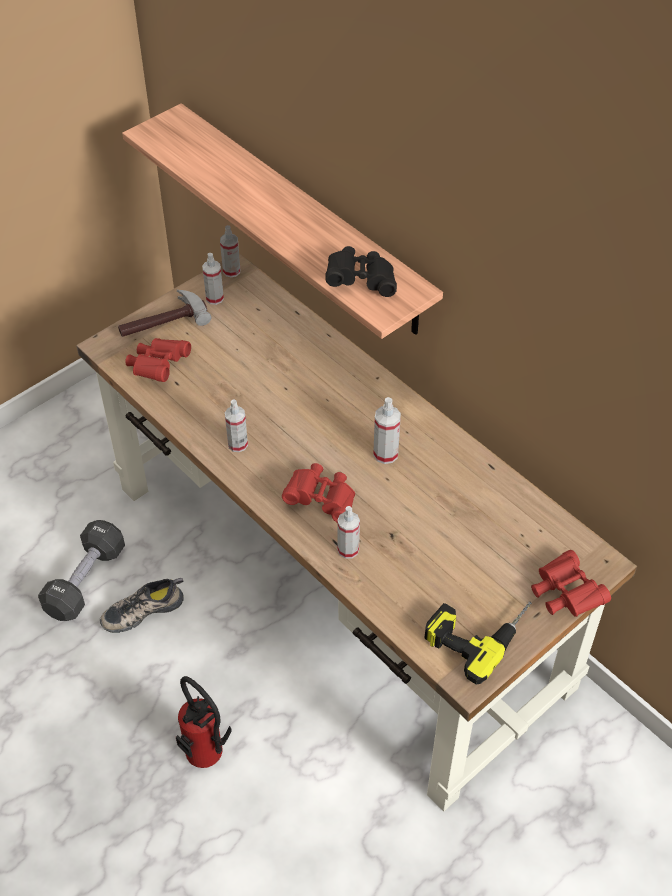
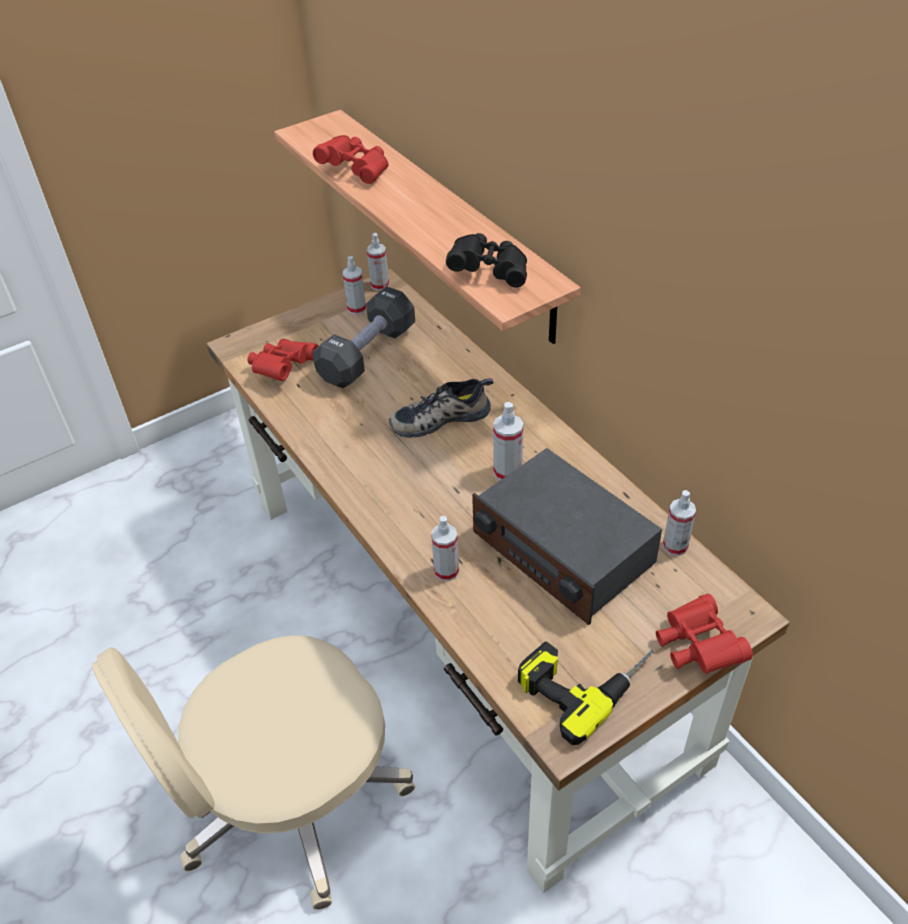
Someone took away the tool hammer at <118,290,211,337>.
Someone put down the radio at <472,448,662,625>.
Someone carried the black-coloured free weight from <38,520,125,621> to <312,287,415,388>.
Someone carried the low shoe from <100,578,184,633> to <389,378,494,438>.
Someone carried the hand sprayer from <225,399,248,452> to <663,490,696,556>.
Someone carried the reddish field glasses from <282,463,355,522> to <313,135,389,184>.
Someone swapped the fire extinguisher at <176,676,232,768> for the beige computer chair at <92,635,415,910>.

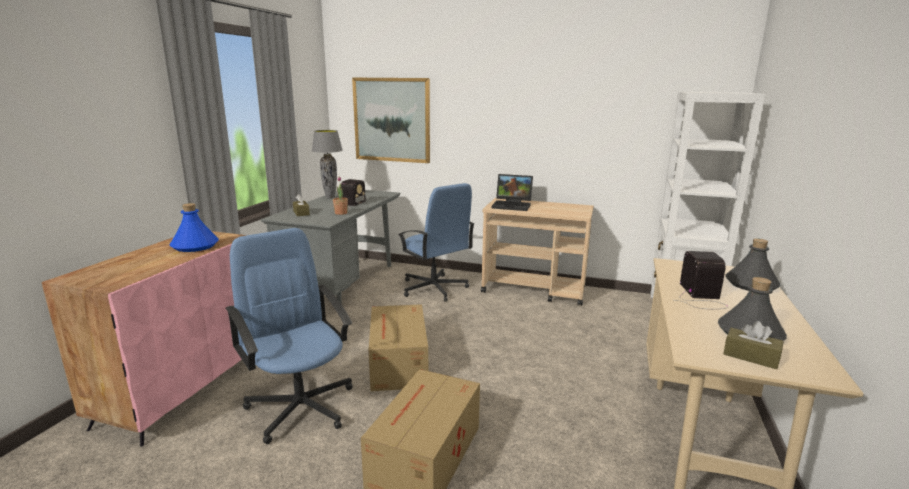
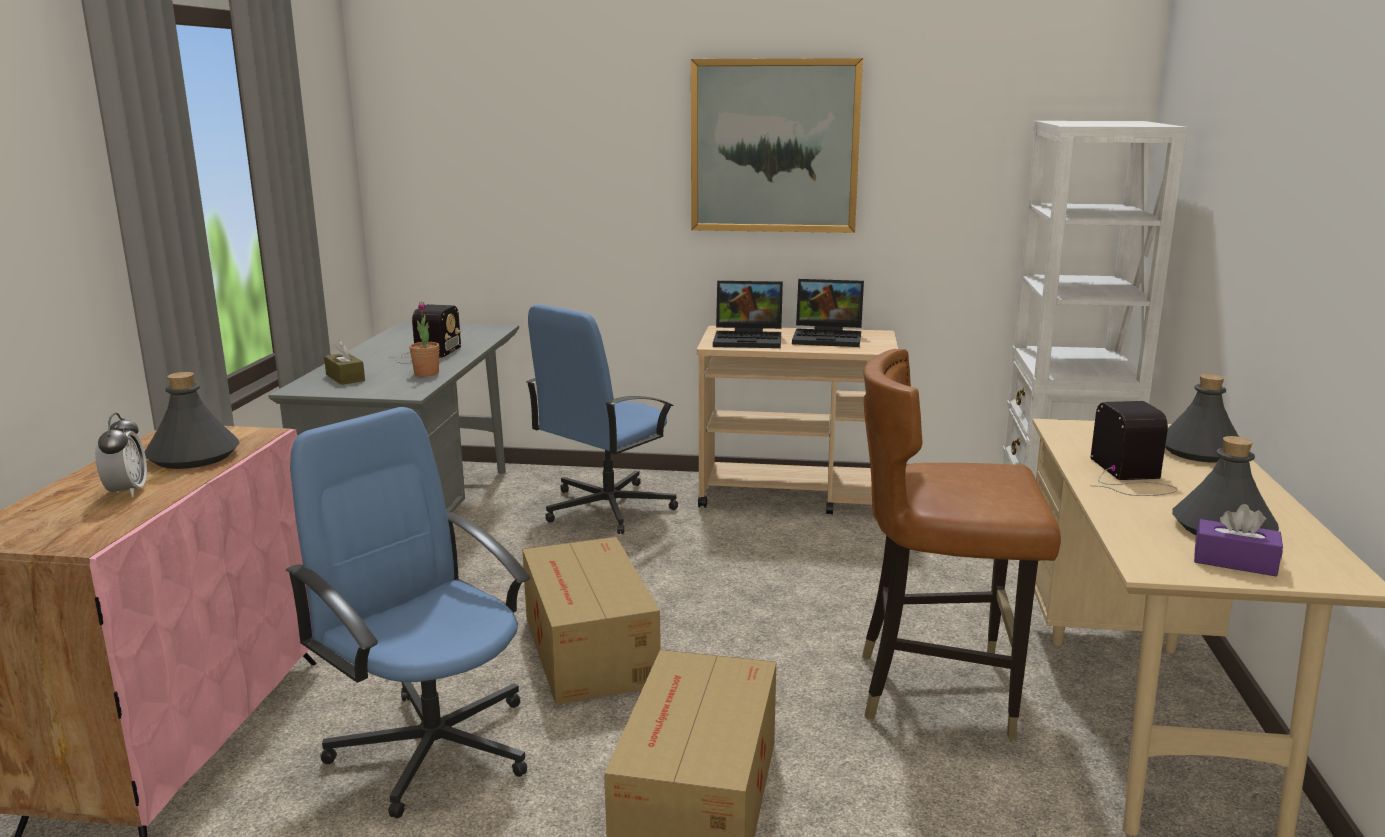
Someone took away the gray table lamp at <312,130,343,198>.
Someone put down the bedside clock at <95,413,147,497>.
Someone put down the notebook computer at <792,279,864,347>.
Someone put down the brown chair at <862,349,1061,740>.
Someone carried the picture from <352,78,430,163> to <691,58,863,233>.
Someone repainted the blue drink bottle at <169,203,219,252>, which became the gray drink bottle at <144,372,239,469>.
Someone repainted the brown tissue holder at <723,321,784,369>, which became the purple-coloured tissue holder at <1194,504,1283,576>.
Someone rotated the blue computer chair at <398,183,475,301> by 90 degrees clockwise.

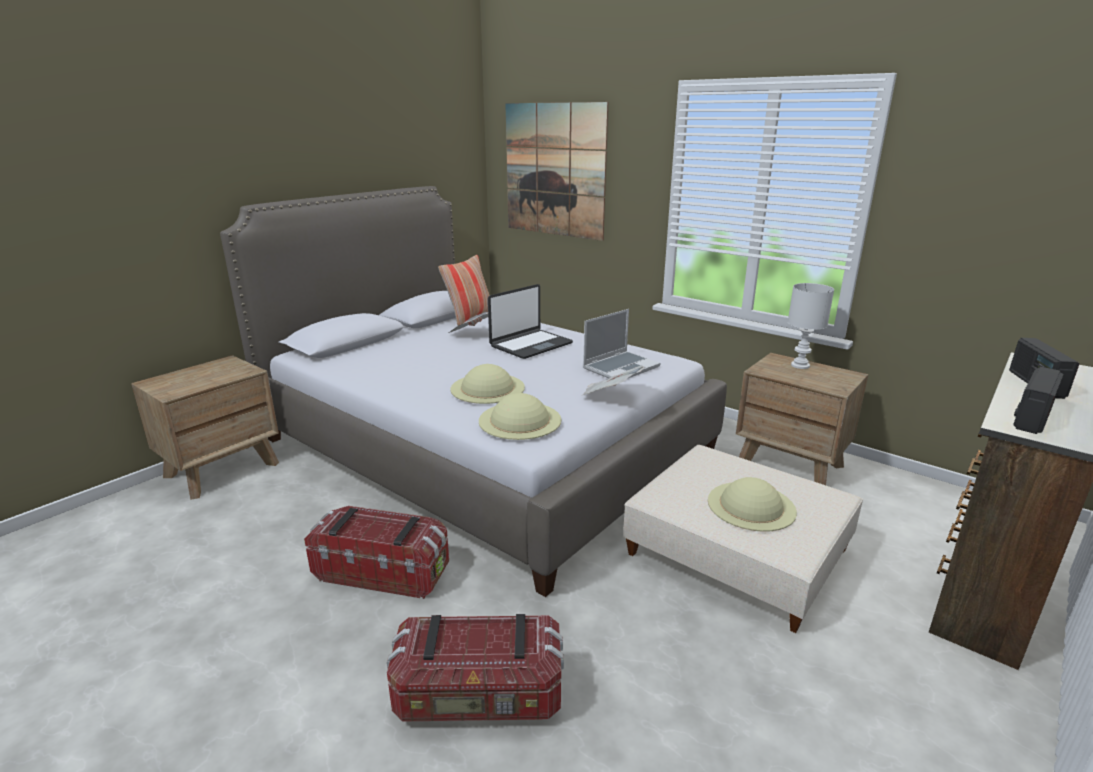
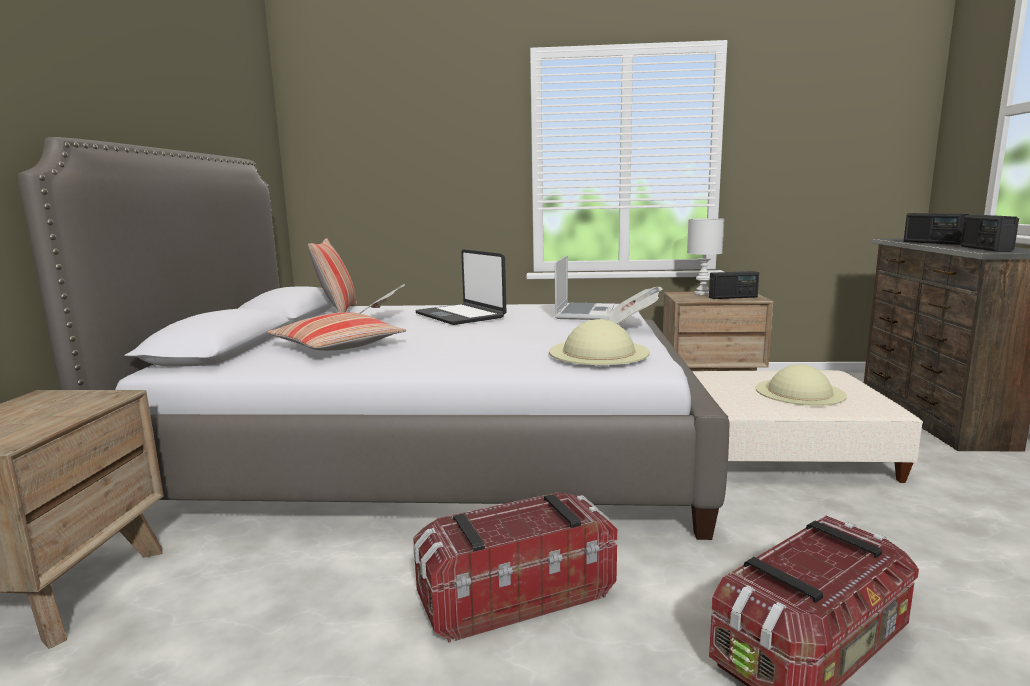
Someone took away the beige wearable hat at <451,364,525,404>.
Someone took away the picture at <505,102,608,241>.
Someone put down the pillow at <267,312,406,351>.
Someone put down the radio at <709,271,759,299>.
Someone rotated the notebook computer at <488,284,573,359> by 135 degrees clockwise.

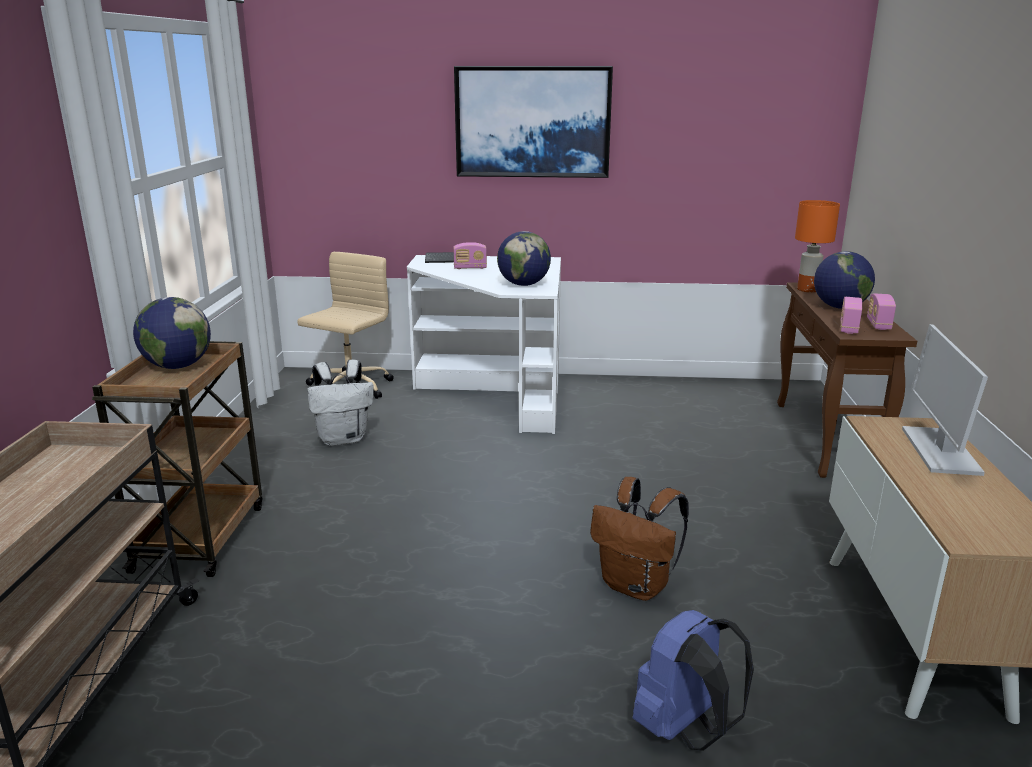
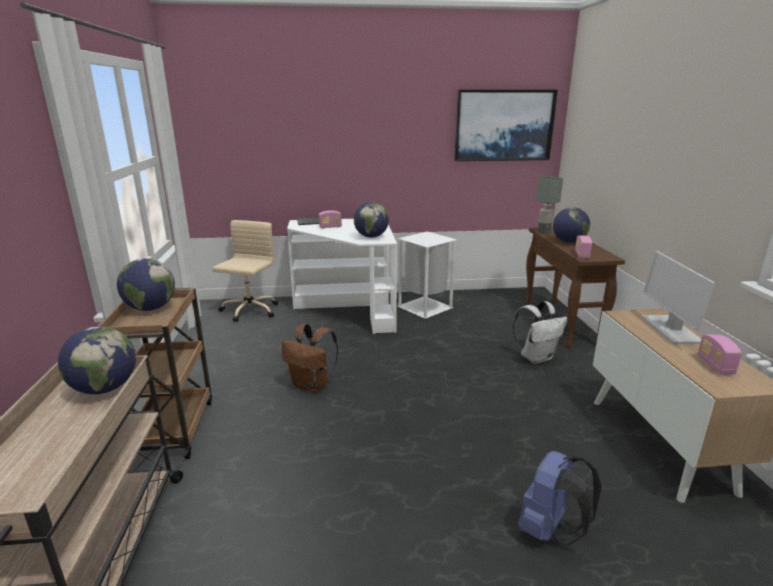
Someone put down the world globe at <58,326,136,394>.
Someone put down the white rubbish bin at <397,232,457,319>.
Someone carried the white knapsack from <308,359,374,446> to <513,301,567,364>.
Someone carried the picture from <454,66,613,178> to <454,89,558,161>.
Someone carried the brown knapsack from <590,477,689,601> to <282,323,338,392>.
Someone carried the radio from <867,294,896,330> to <698,334,742,374>.
Someone repainted the orange-coloured table lamp at <795,200,840,292>, which became the gray table lamp at <536,176,563,234>.

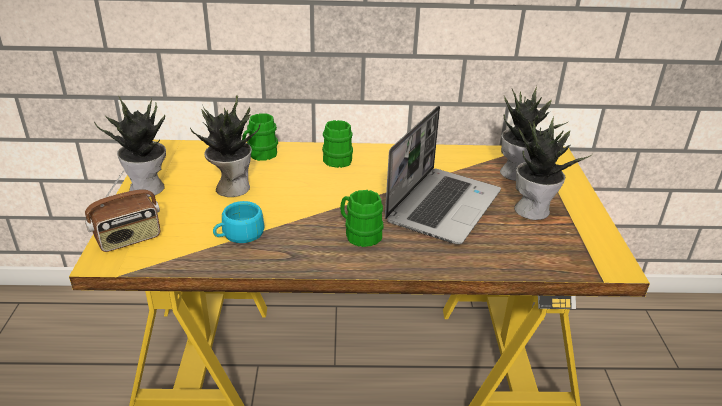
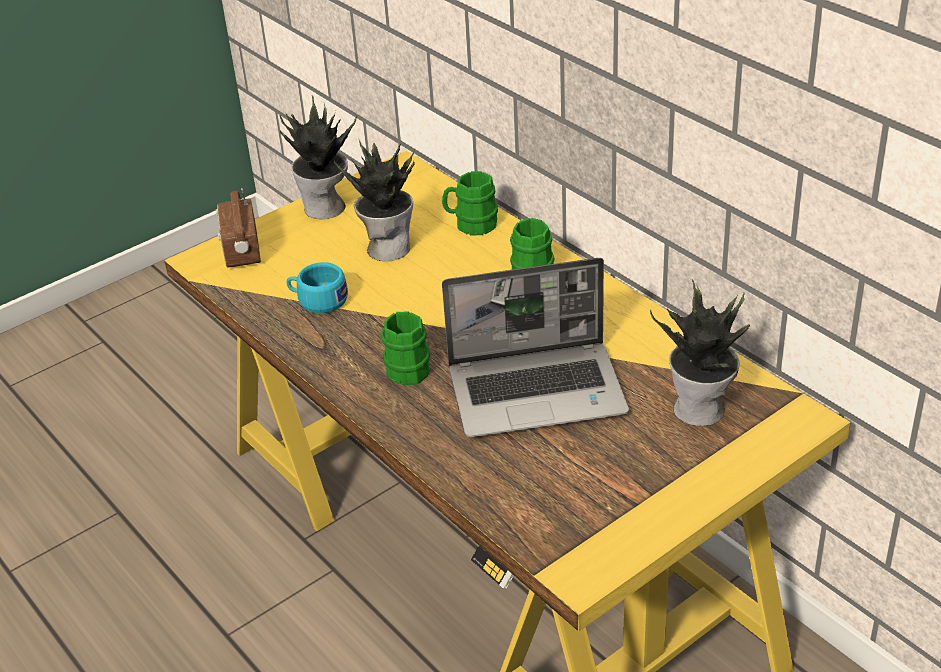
Someone took away the houseplant at <514,117,591,220>.
Someone rotated the radio at <85,170,160,252> by 60 degrees clockwise.

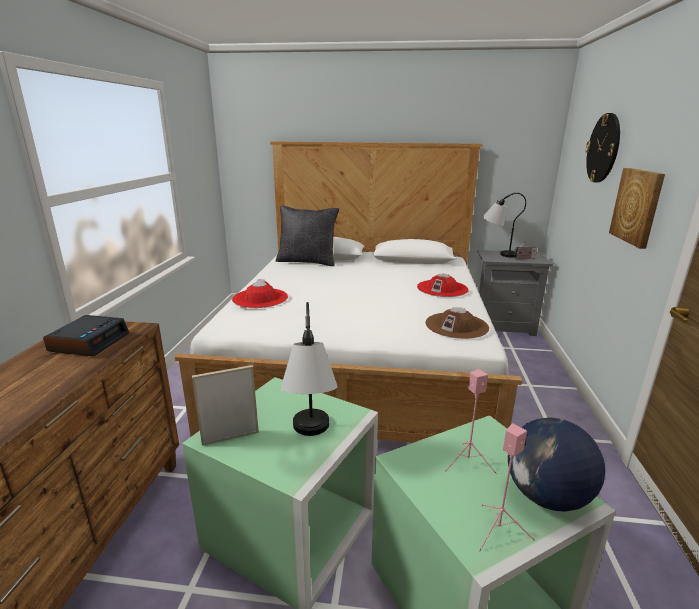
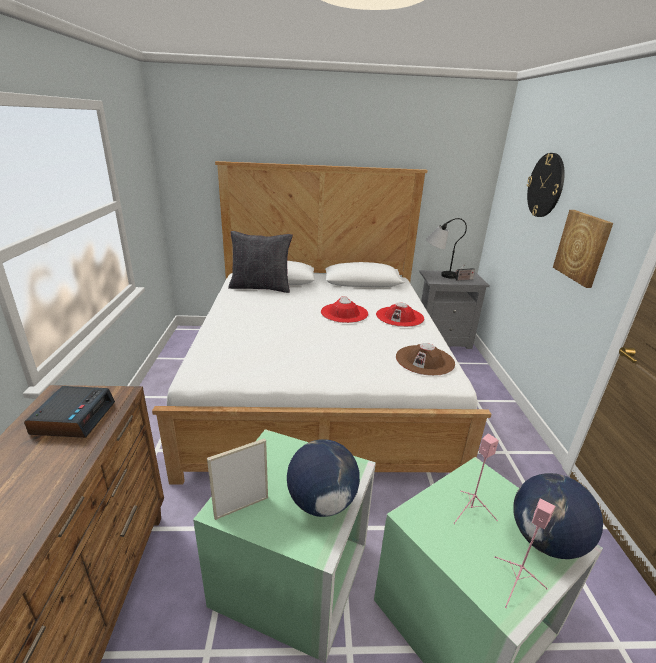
Someone carried the reddish wearable hat from <232,279,288,308> to <321,296,368,323>.
Someone swapped the table lamp at <280,302,338,436> for the world globe at <287,439,360,517>.

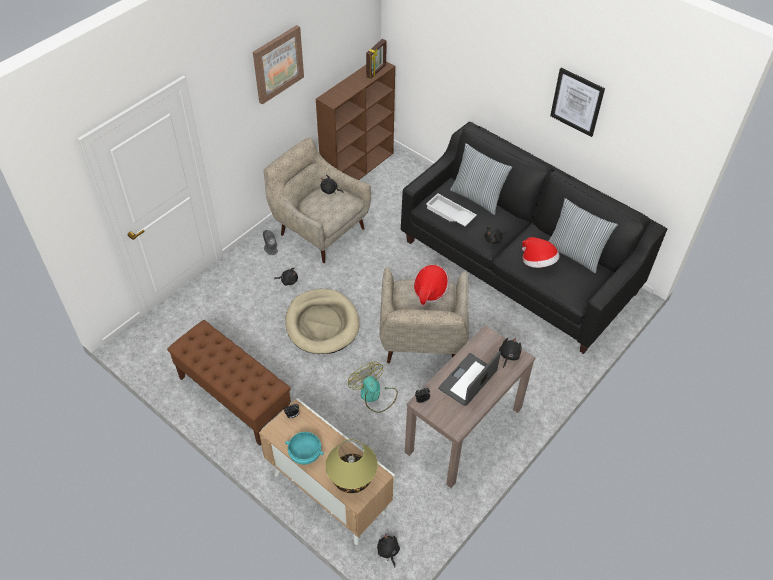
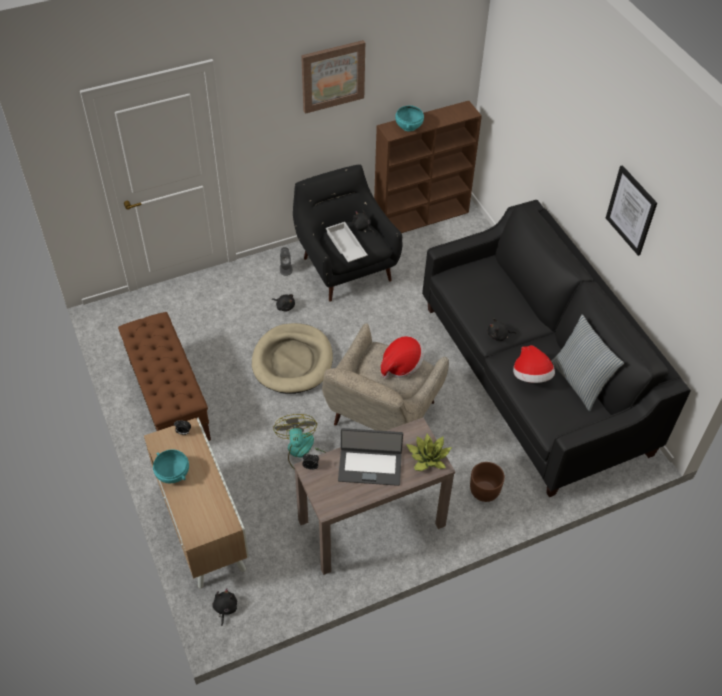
Someone took away the table lamp at <325,439,378,493>.
Someone took away the picture frame at <366,39,387,79>.
Someone took away the pillow at <450,143,512,215>.
Someone put down the blue-green bowl at <395,106,424,131>.
Someone put down the brown planter at <470,462,505,502>.
Someone carried the white serving tray from <426,193,477,226> to <326,222,368,262>.
Someone swapped the black-coloured cuddly toy at <499,338,522,368> for the houseplant at <406,434,452,471>.
Someone repainted the beige armchair at <264,138,371,263>, which became the black-coloured armchair at <293,165,402,302>.
Someone rotated the notebook computer at <438,351,501,406> by 150 degrees counterclockwise.

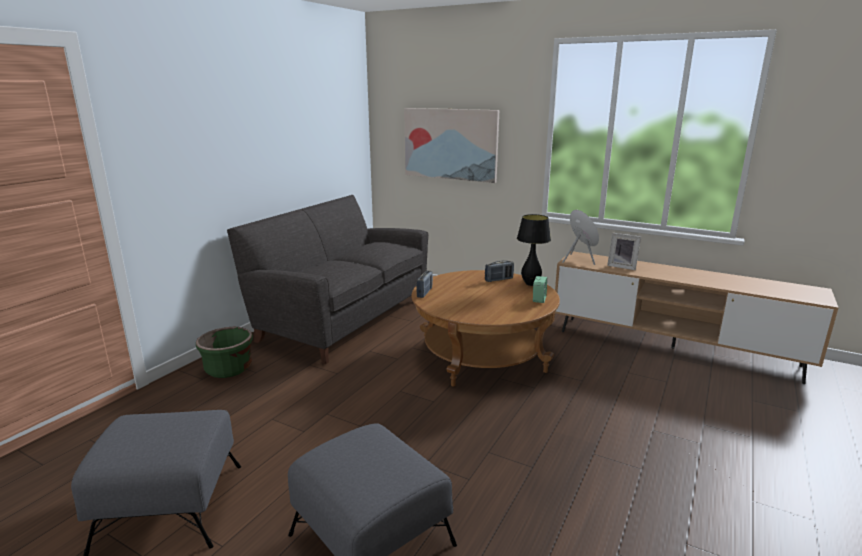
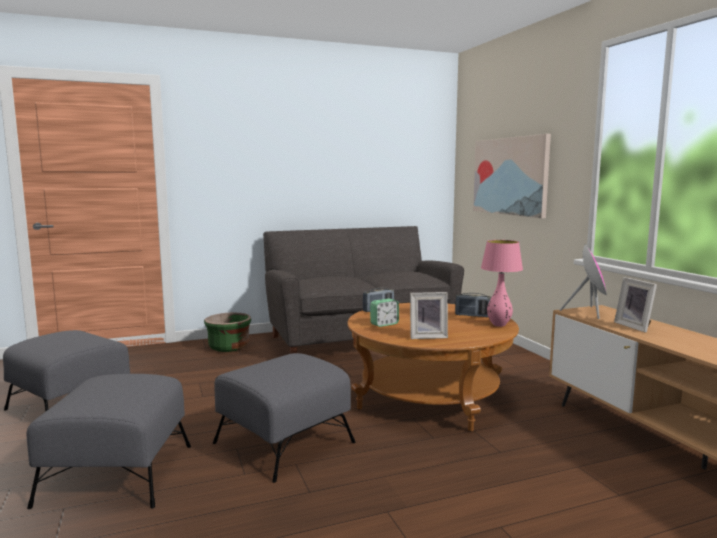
Someone put down the gray footrest at <213,353,356,483>.
Someone put down the picture frame at <410,292,448,339>.
Someone carried the bedside clock from <533,276,547,303> to <370,298,399,327>.
Someone repainted the black-coloured table lamp at <517,214,551,286>, which became the pink table lamp at <481,240,523,327>.

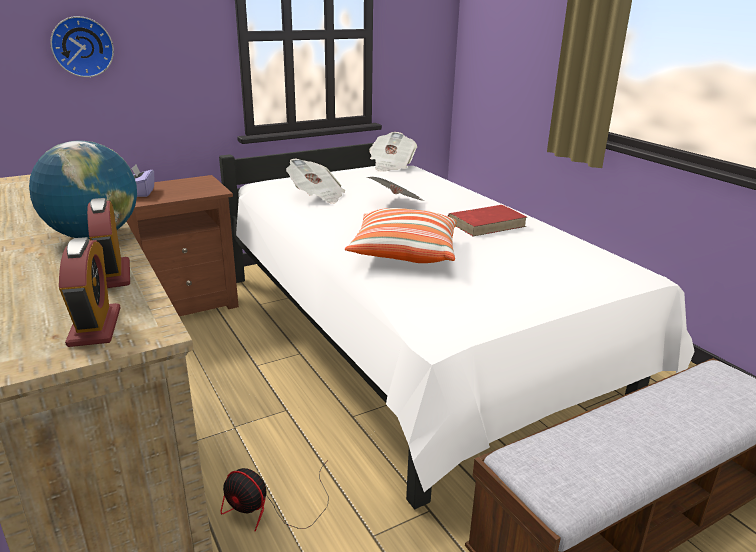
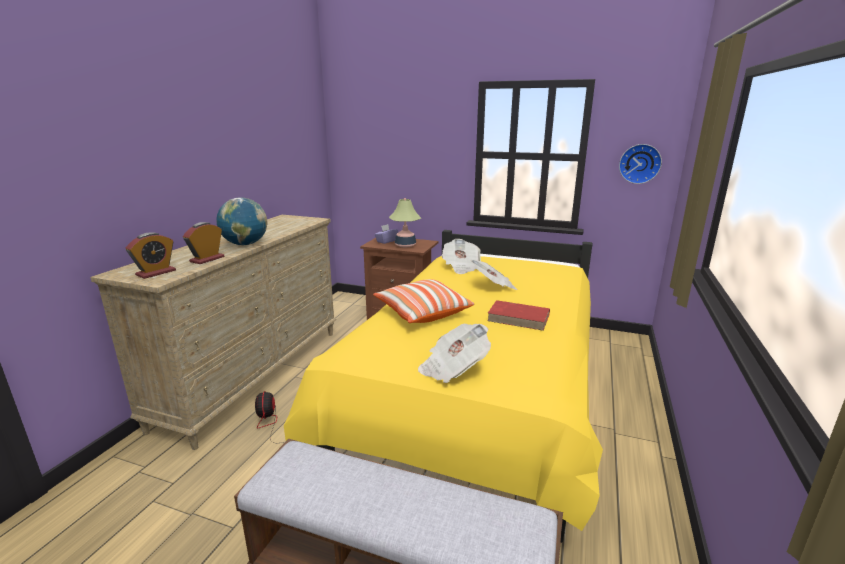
Someone put down the table lamp at <389,198,421,247>.
Someone carried the hanging clock from <50,16,114,77> to <619,144,662,184>.
Someone carried the printed paper from <369,132,417,172> to <418,324,491,383>.
Someone repainted the white sleeping bed at <219,143,695,509>, which became the yellow-coloured sleeping bed at <284,230,603,543>.

